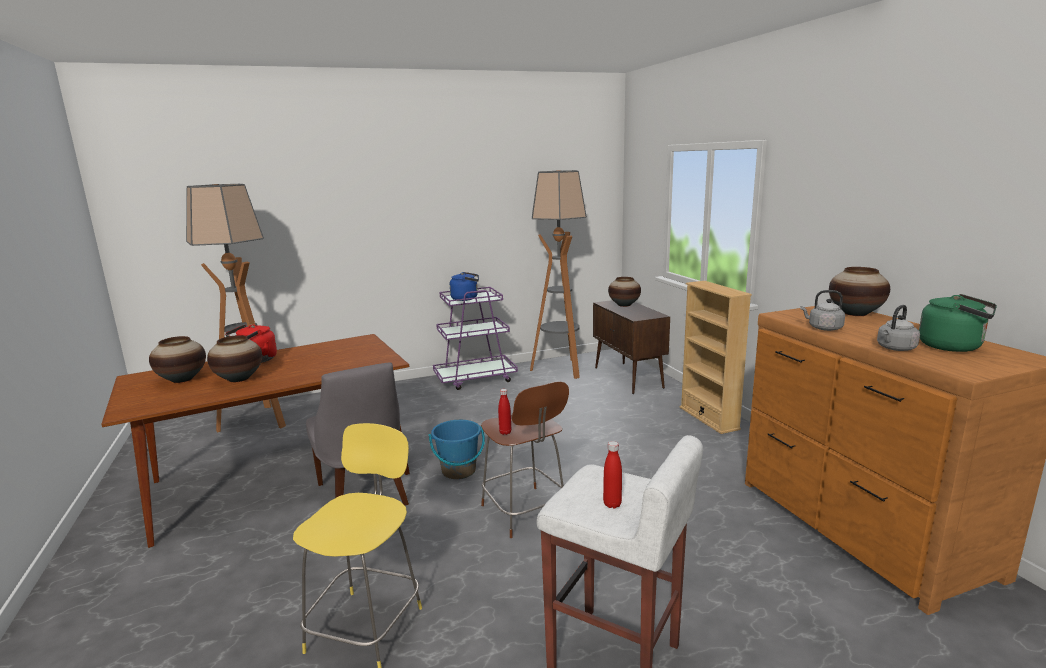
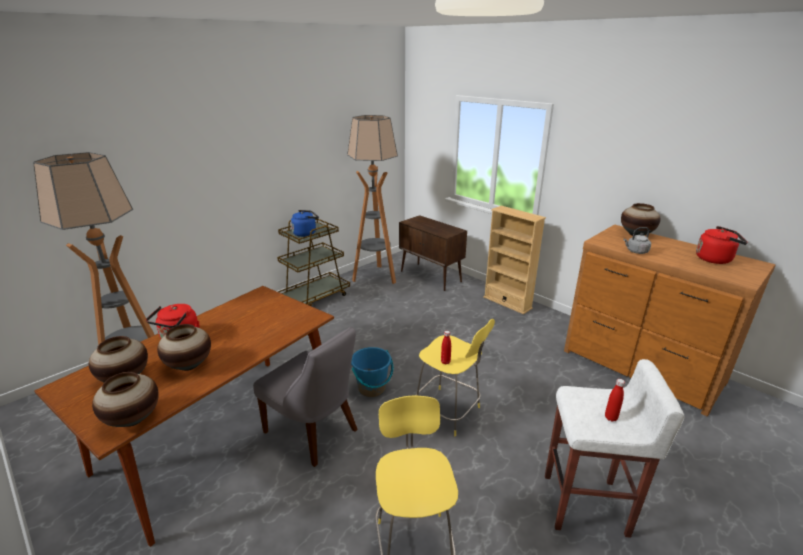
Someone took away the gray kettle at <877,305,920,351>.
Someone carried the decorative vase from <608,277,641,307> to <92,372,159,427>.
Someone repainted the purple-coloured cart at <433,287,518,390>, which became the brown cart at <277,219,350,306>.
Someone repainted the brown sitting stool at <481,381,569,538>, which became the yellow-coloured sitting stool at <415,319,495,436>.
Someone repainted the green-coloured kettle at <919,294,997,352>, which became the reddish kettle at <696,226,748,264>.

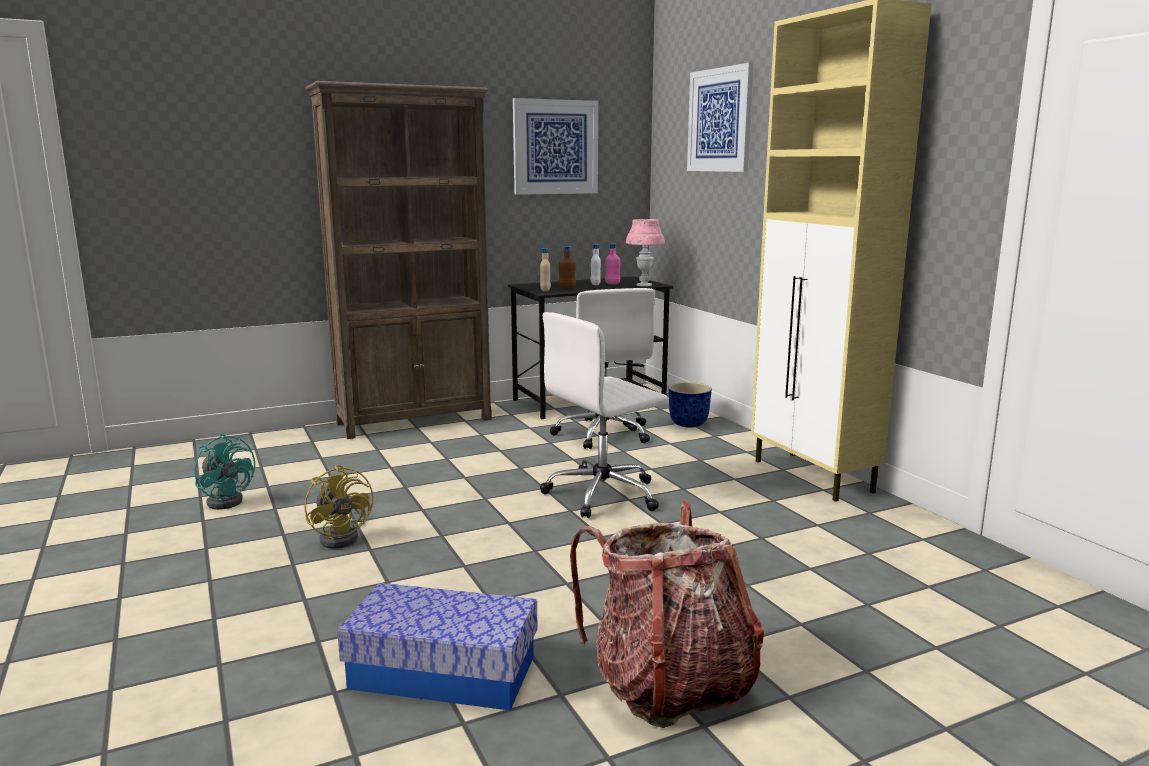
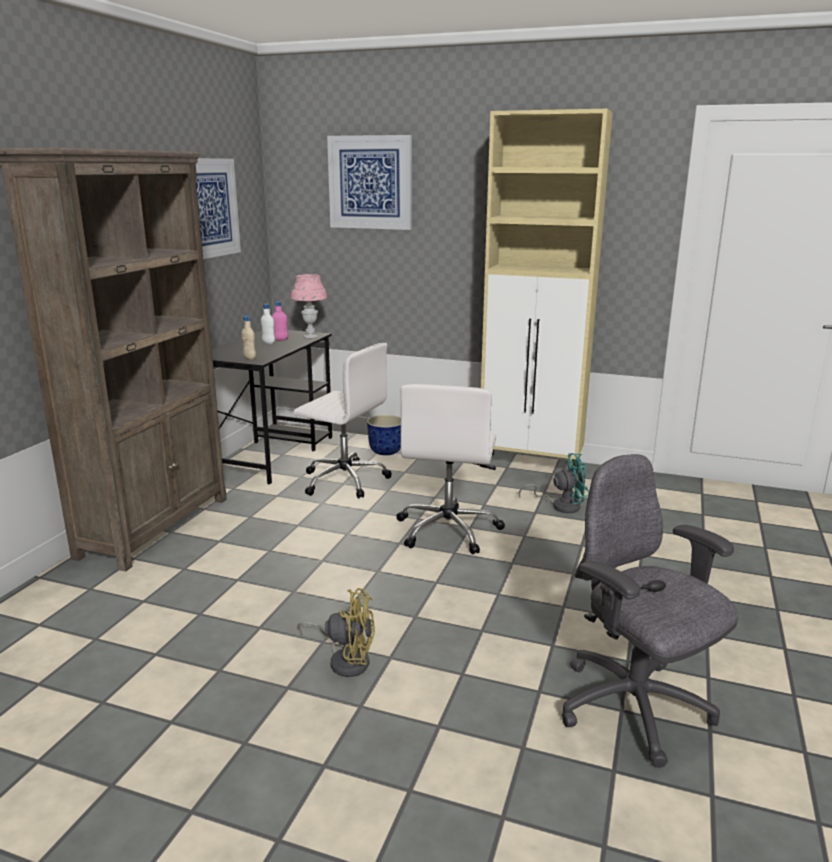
Someone took away the brown drink bottle at <558,246,576,288>.
Someone took away the knapsack at <570,501,764,728>.
Someone carried the blue-green electric fan from <194,434,255,510> to <519,453,589,513>.
Someone swapped the storage bin at <337,583,537,711> for the gray computer chair at <562,454,738,768>.

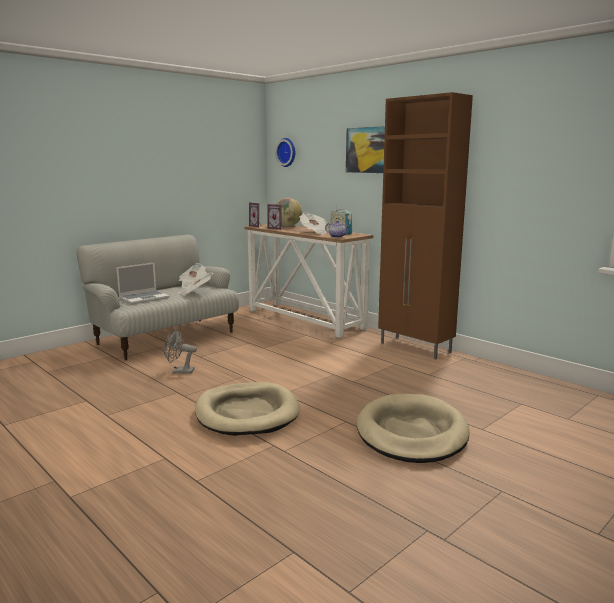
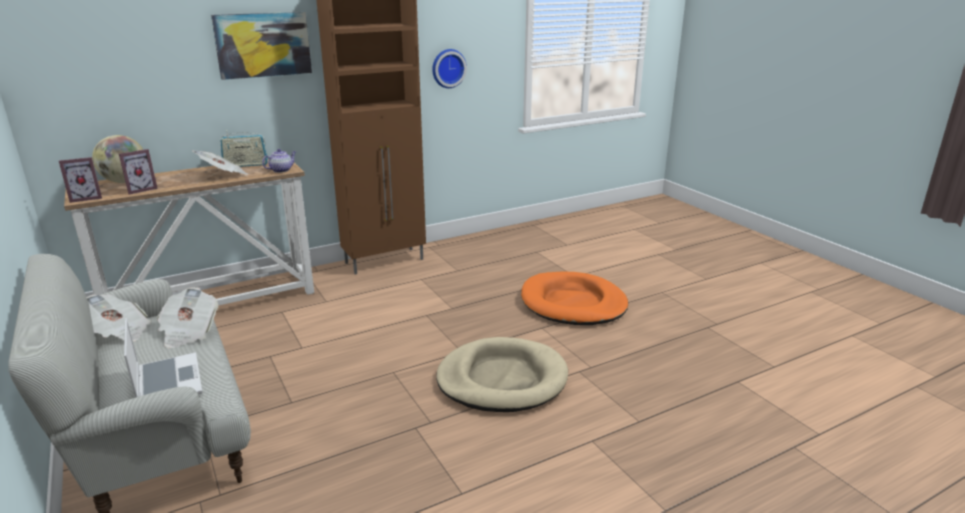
Someone took away the gray electric fan at <164,329,197,374>.
Someone carried the hanging clock from <275,138,295,167> to <432,49,467,88>.
Someone repainted the beige dog cushion at <357,394,470,463>, which became the orange-coloured dog cushion at <521,271,628,325>.

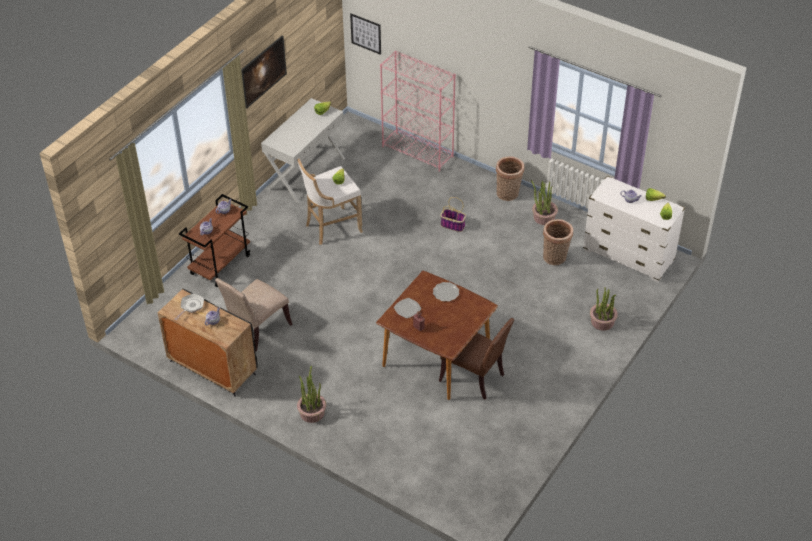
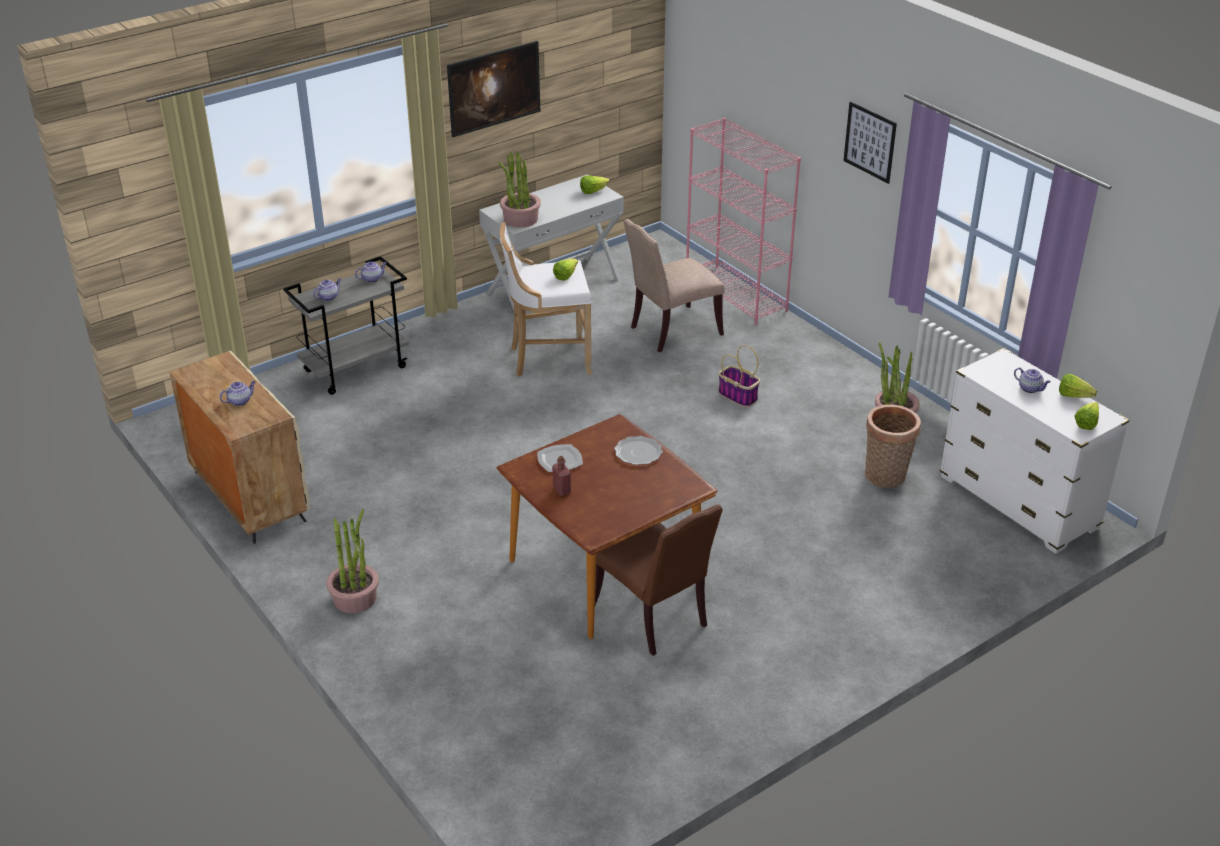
Someone took away the pan at <175,293,204,320>.
Someone took away the basket at <496,156,524,201>.
Someone carried the beige chair from <215,278,292,351> to <623,219,724,352>.
Someone carried the picture from <350,14,381,55> to <844,102,897,184>.
Someone carried the houseplant from <590,287,618,331> to <499,151,541,228>.
Someone repainted the black-coloured storage cabinet at <158,288,258,397>, which became the beige storage cabinet at <170,351,309,544>.
Someone repainted the brown cart at <179,194,251,287>, which became the gray cart at <283,256,409,395>.

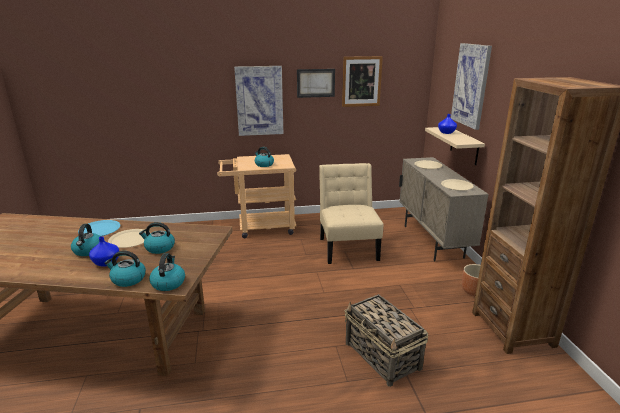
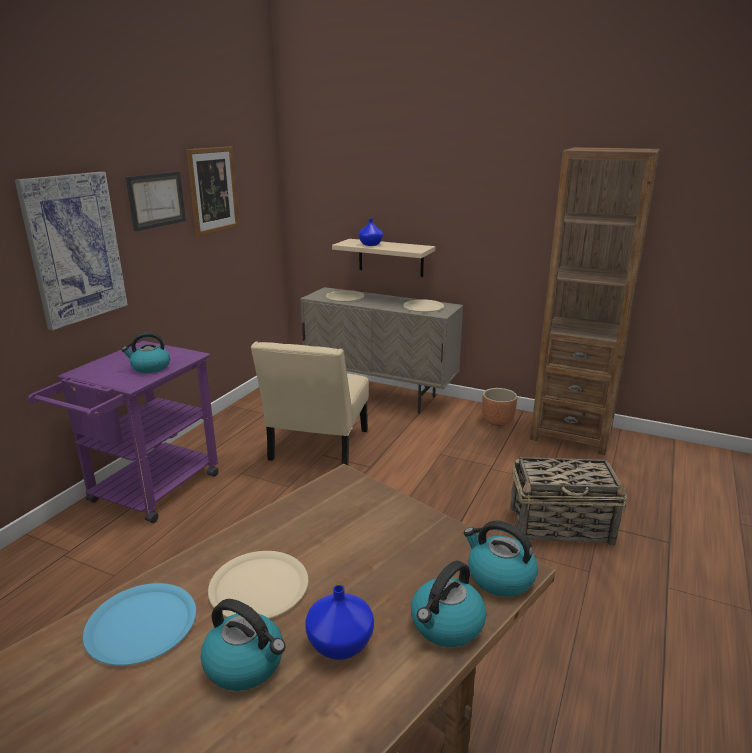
Someone took away the kettle at <139,222,175,254>.
Someone took away the picture at <451,43,492,130>.
Someone repainted the beige cart at <217,154,296,238>, which became the purple-coloured cart at <28,341,219,523>.
Someone rotated the beige chair at <319,163,383,264> by 105 degrees counterclockwise.

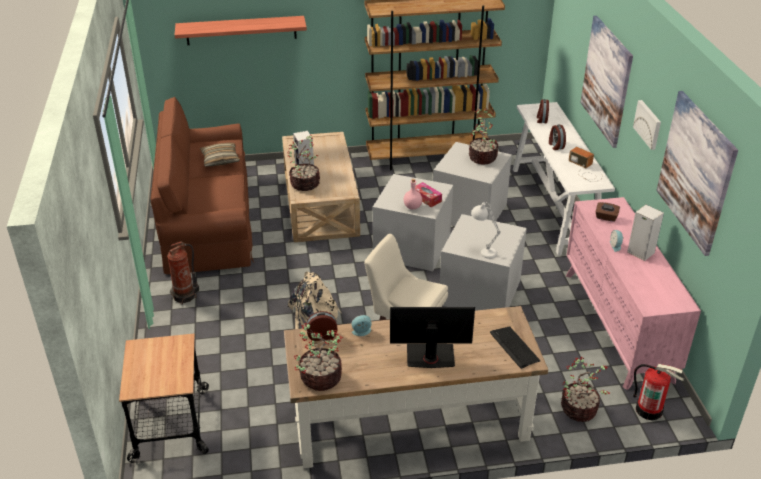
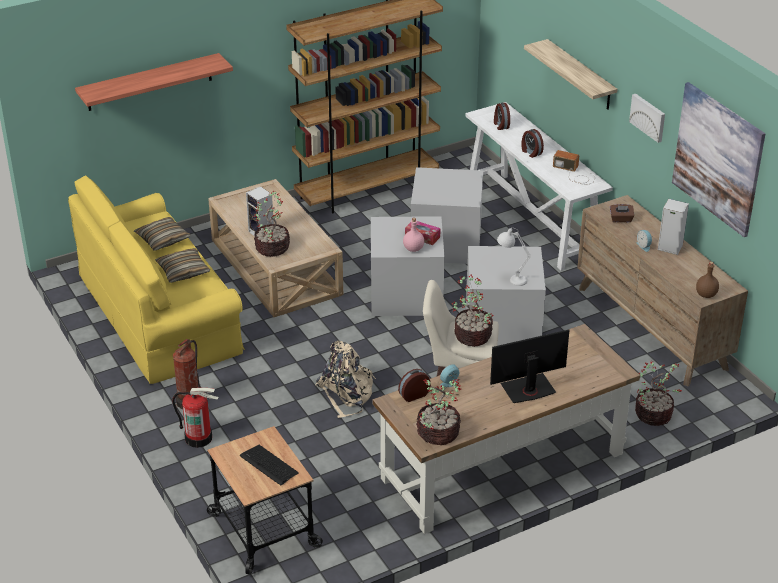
Someone put down the pillow at <155,248,210,283>.
Someone put down the brown drink bottle at <696,262,719,298>.
Someone carried the houseplant from <469,108,498,165> to <452,275,494,347>.
Someone carried the PC keyboard from <490,326,540,369> to <240,445,299,486>.
Someone carried the fire extinguisher from <633,364,684,420> to <172,388,218,448>.
Someone swapped the picture at <580,16,633,148> for the wall shelf at <524,39,618,110>.
Someone repainted the brown sofa at <151,97,254,274>, which became the yellow-coloured sofa at <68,175,245,384>.
Someone repainted the pink dresser at <566,197,701,390>, which became the brown dresser at <577,195,748,387>.

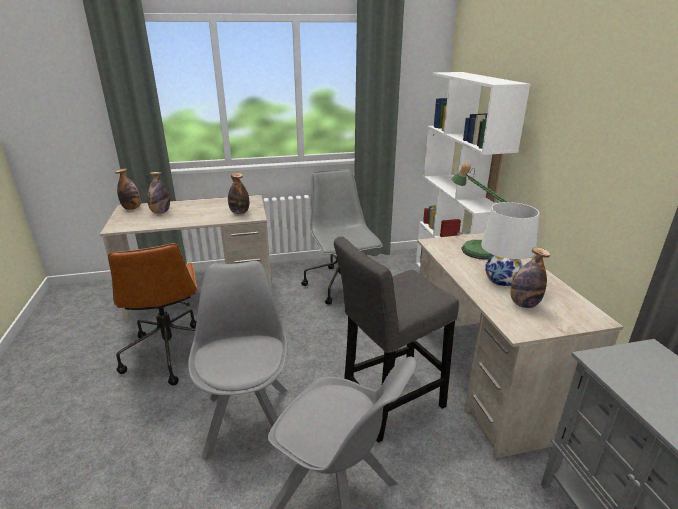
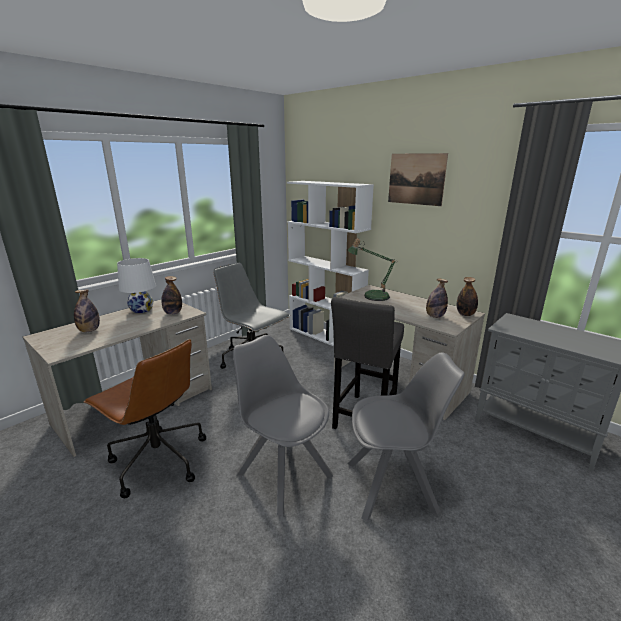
Someone put up the picture at <388,153,448,206>.
Someone carried the drink bottle from <115,168,141,210> to <457,277,478,316>.
Someone carried the white table lamp from <481,202,539,286> to <117,258,156,313>.

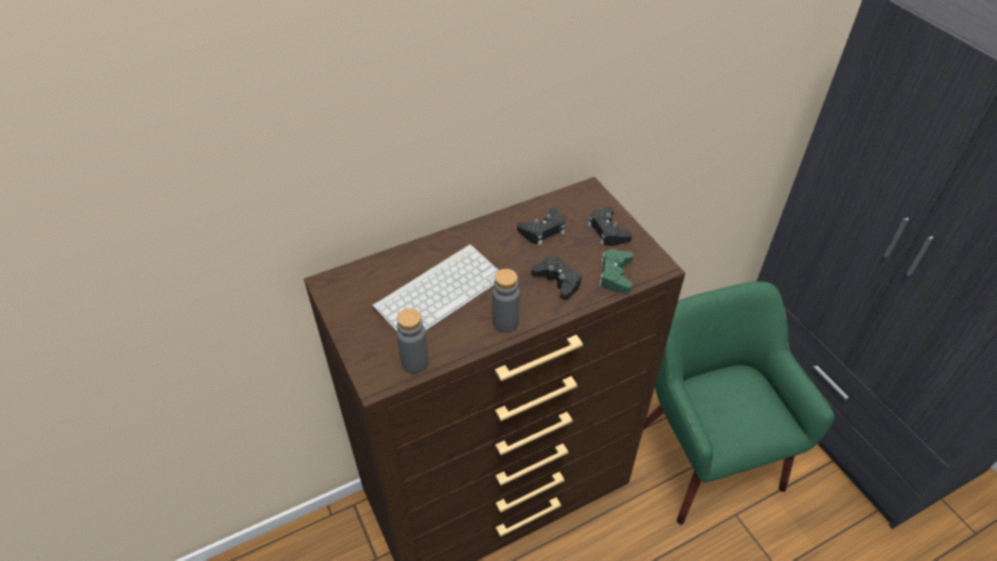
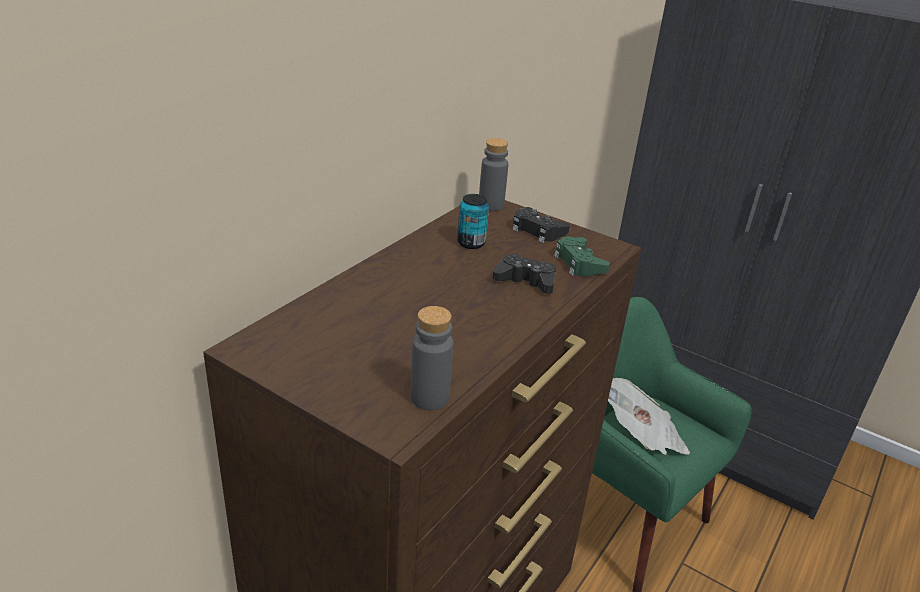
Someone took away the PC keyboard at <371,244,499,332>.
Someone put down the printed paper at <608,378,690,455>.
Someone carried the gray drink bottle from <492,269,520,333> to <479,138,509,211>.
Someone swapped the black-coloured gamepad at <517,208,566,246> for the sealed can at <457,194,489,249>.

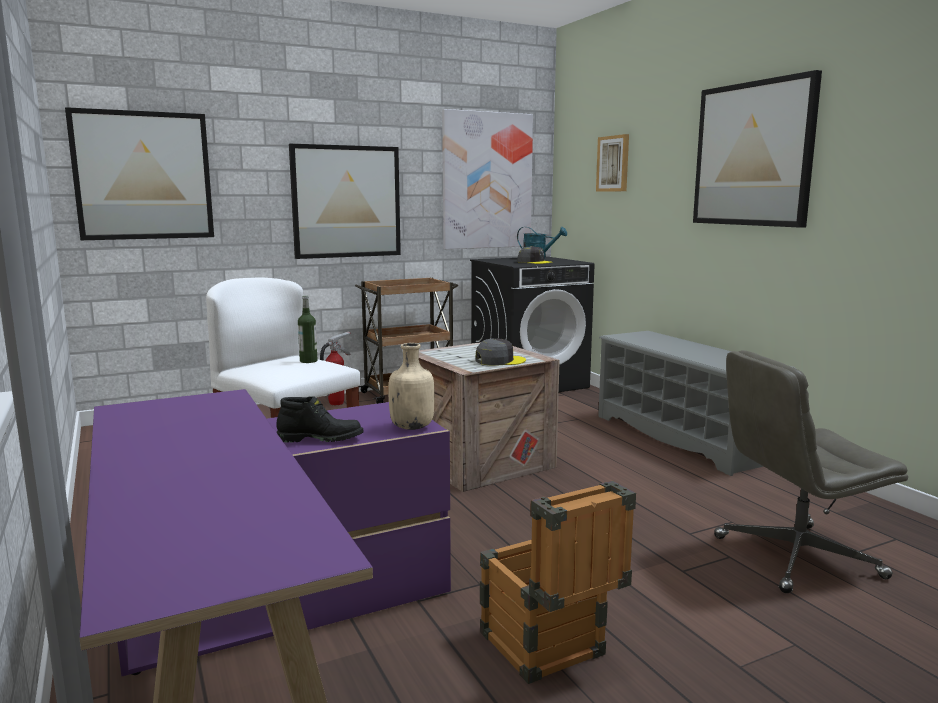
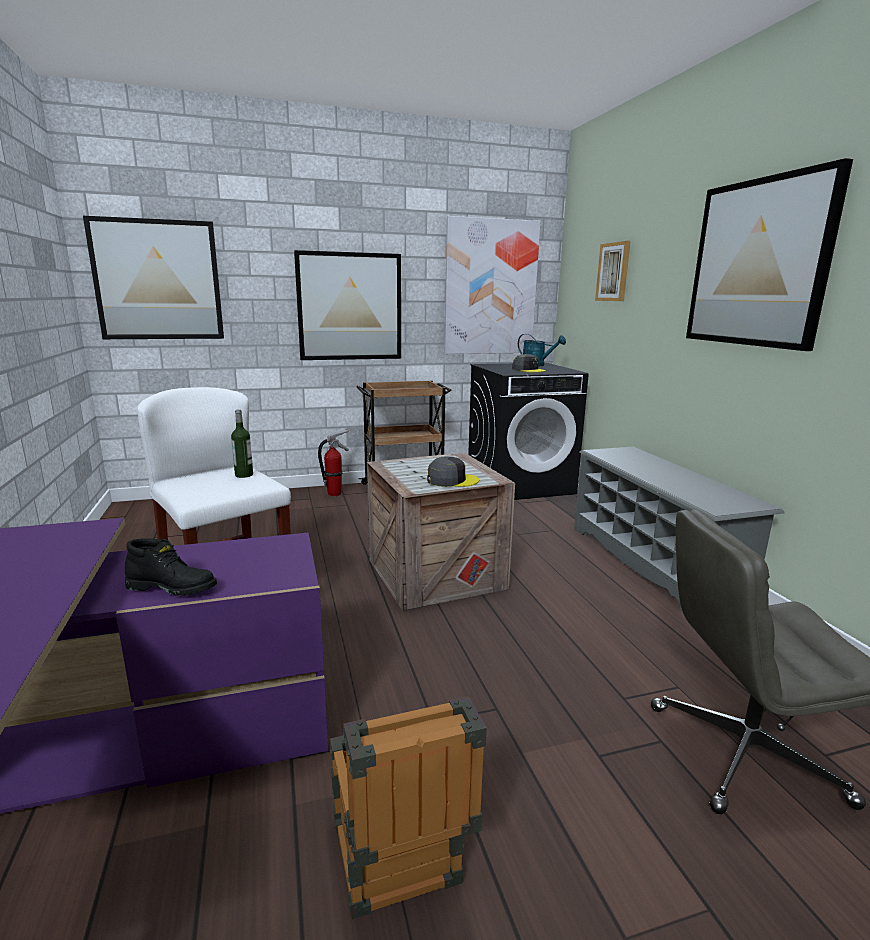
Someone took away the beige drink bottle at <389,343,435,430>.

